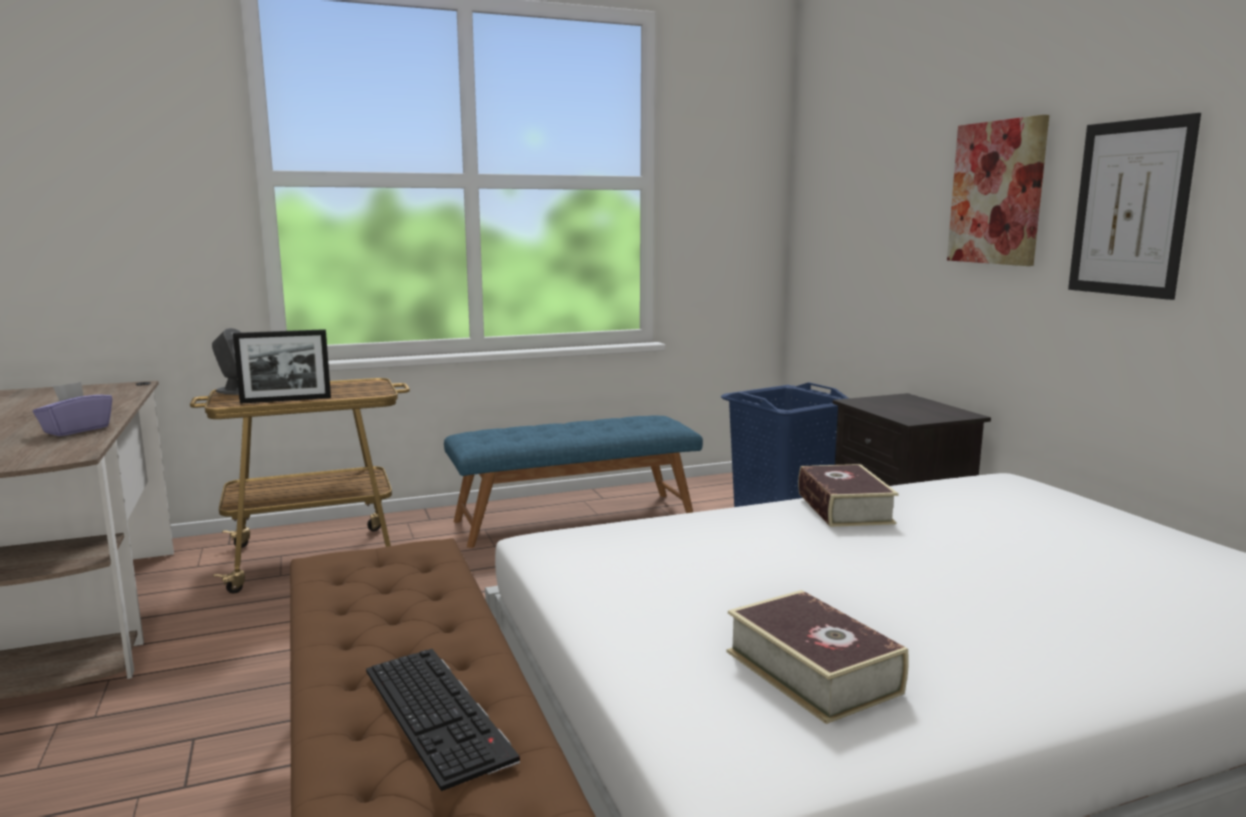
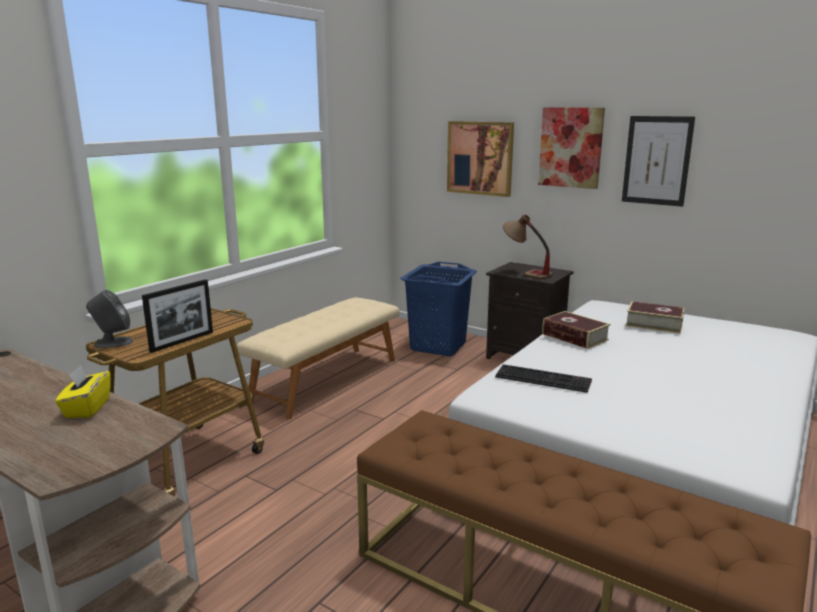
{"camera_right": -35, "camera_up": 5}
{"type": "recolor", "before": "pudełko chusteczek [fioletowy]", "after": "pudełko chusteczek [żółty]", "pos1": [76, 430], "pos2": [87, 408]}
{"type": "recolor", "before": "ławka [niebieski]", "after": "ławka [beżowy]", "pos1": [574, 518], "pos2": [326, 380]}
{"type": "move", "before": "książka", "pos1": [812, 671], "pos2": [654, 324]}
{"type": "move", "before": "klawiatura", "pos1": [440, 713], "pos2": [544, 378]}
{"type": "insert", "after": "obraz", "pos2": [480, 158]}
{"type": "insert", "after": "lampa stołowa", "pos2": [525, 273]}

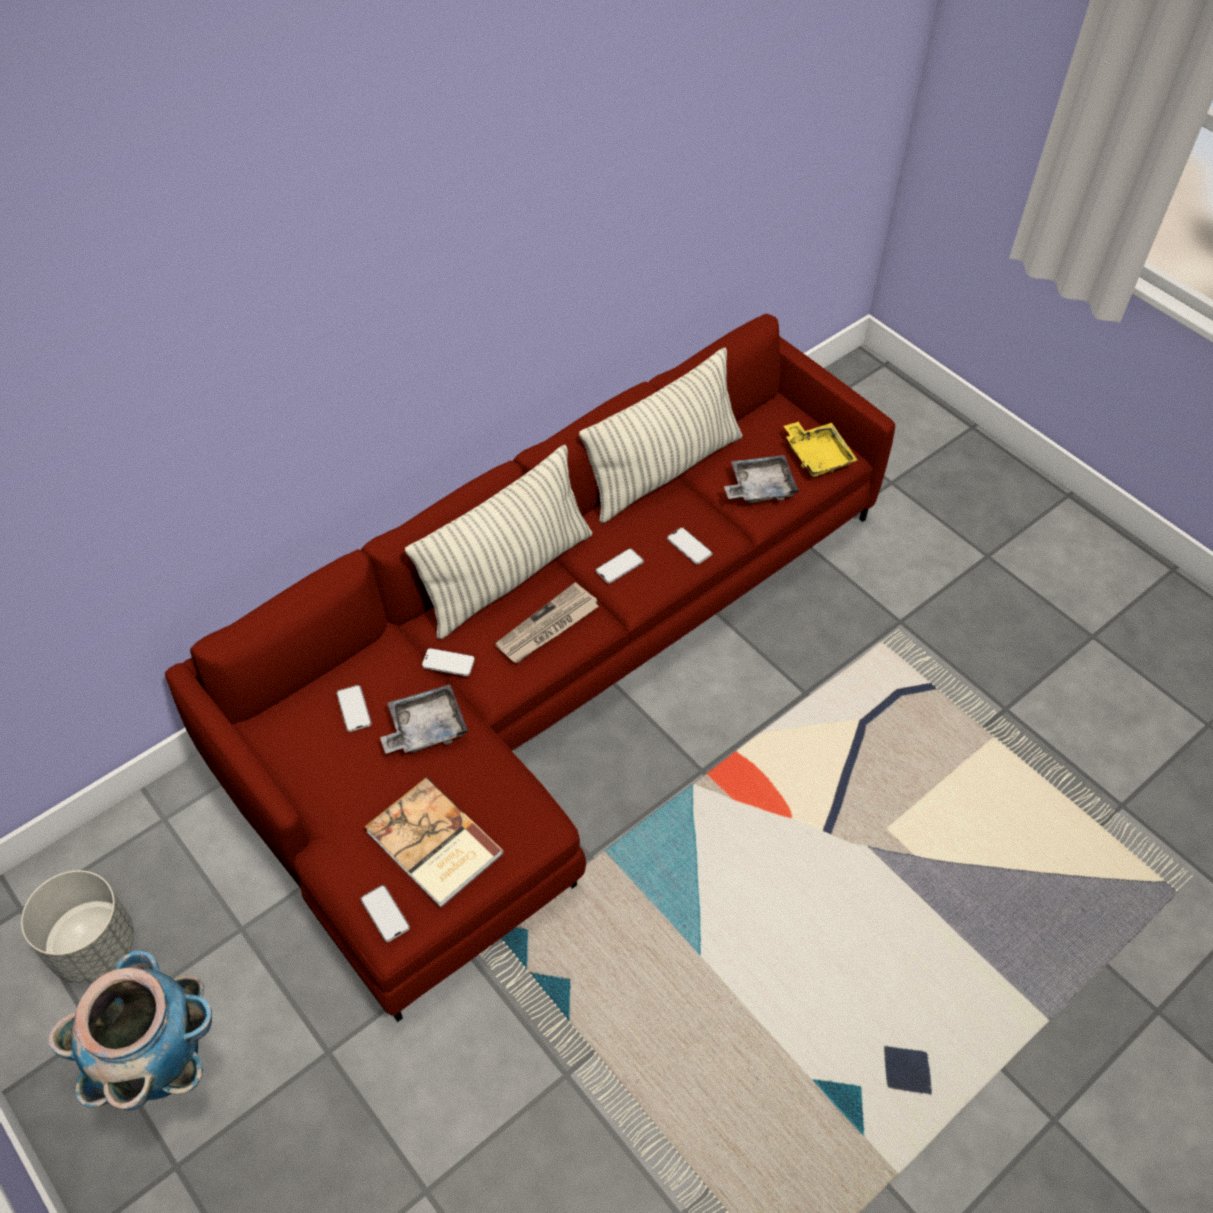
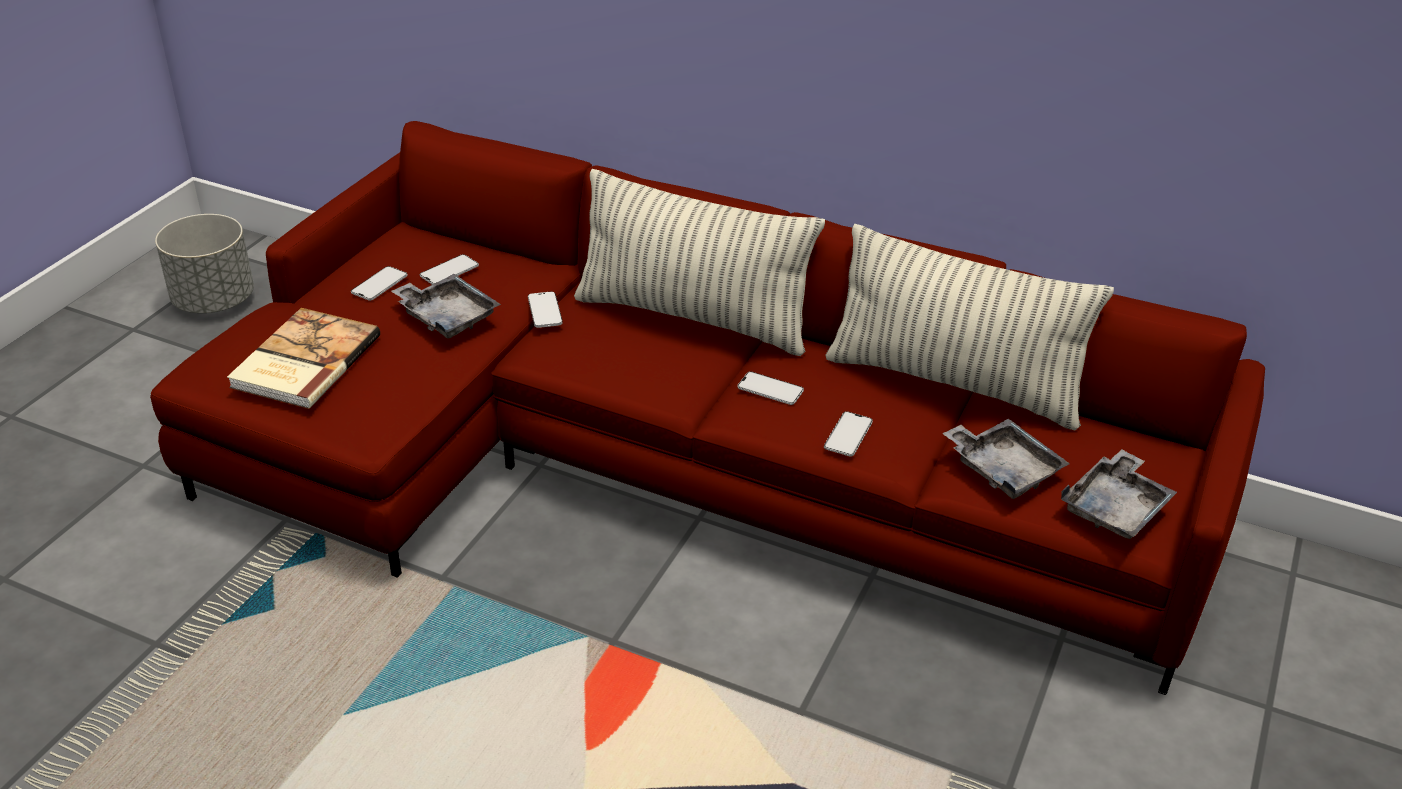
{"camera_right": 65, "camera_up": -15}
{"type": "recolor", "before": "taca [żółty]", "after": "taca [szary]", "pos1": [817, 456], "pos2": [1115, 508]}
{"type": "delete", "before": "gazeta", "pos1": [547, 627]}
{"type": "move", "before": "telefon", "pos1": [385, 913], "pos2": [379, 284]}
{"type": "delete", "before": "donica", "pos1": [161, 1063]}

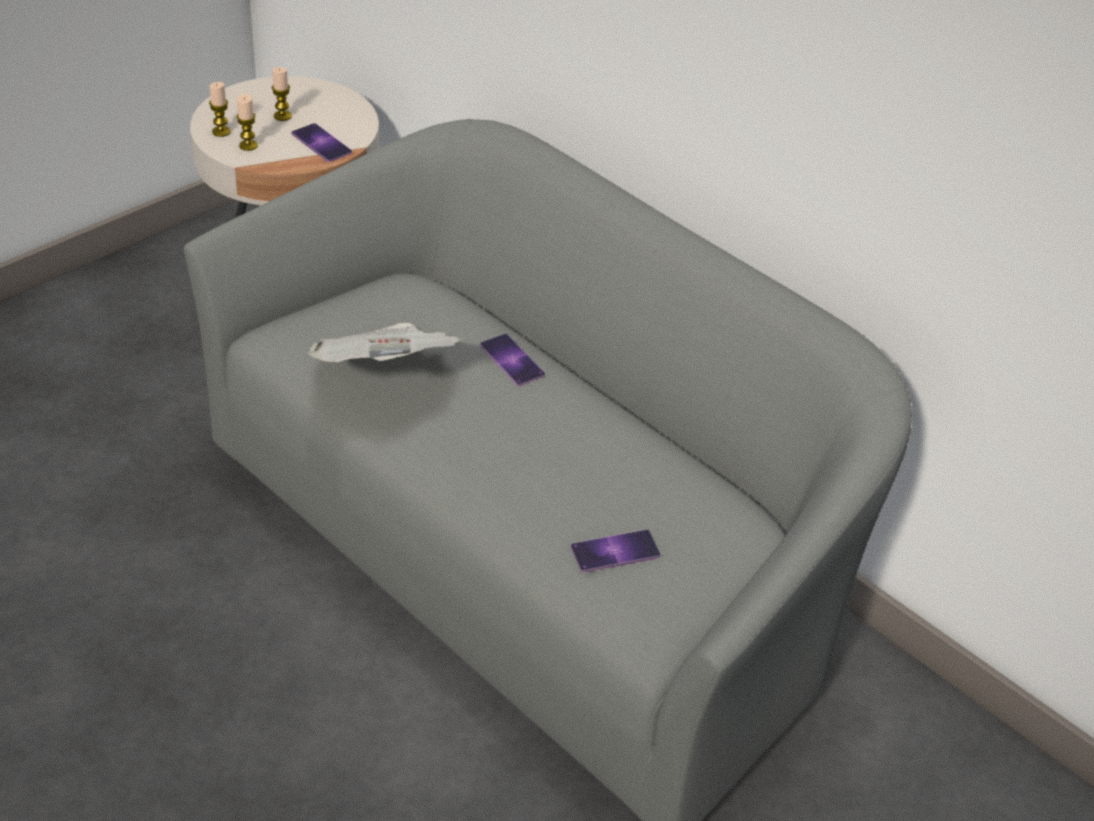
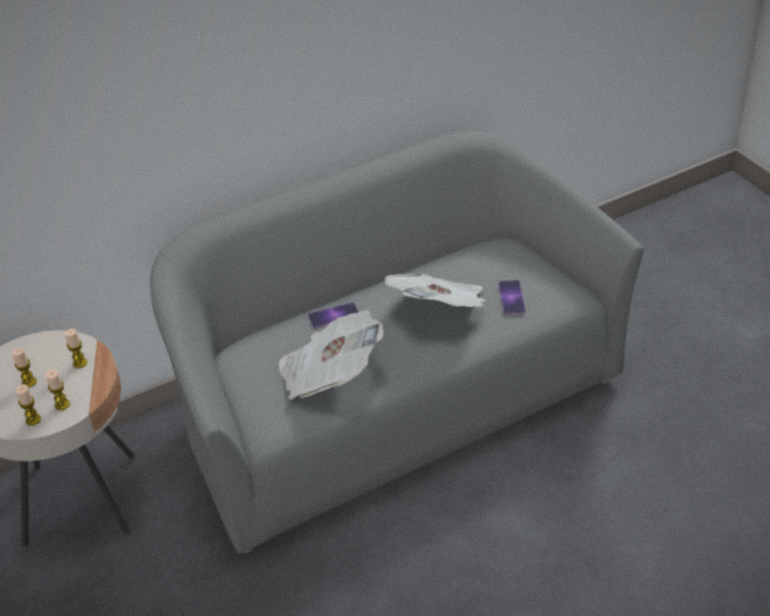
{"camera_right": -70, "camera_up": 0}
{"type": "replace", "before": "telefon", "after": "świeca", "pos1": [321, 143], "pos2": [80, 363]}
{"type": "insert", "after": "gazeta", "pos2": [440, 310]}

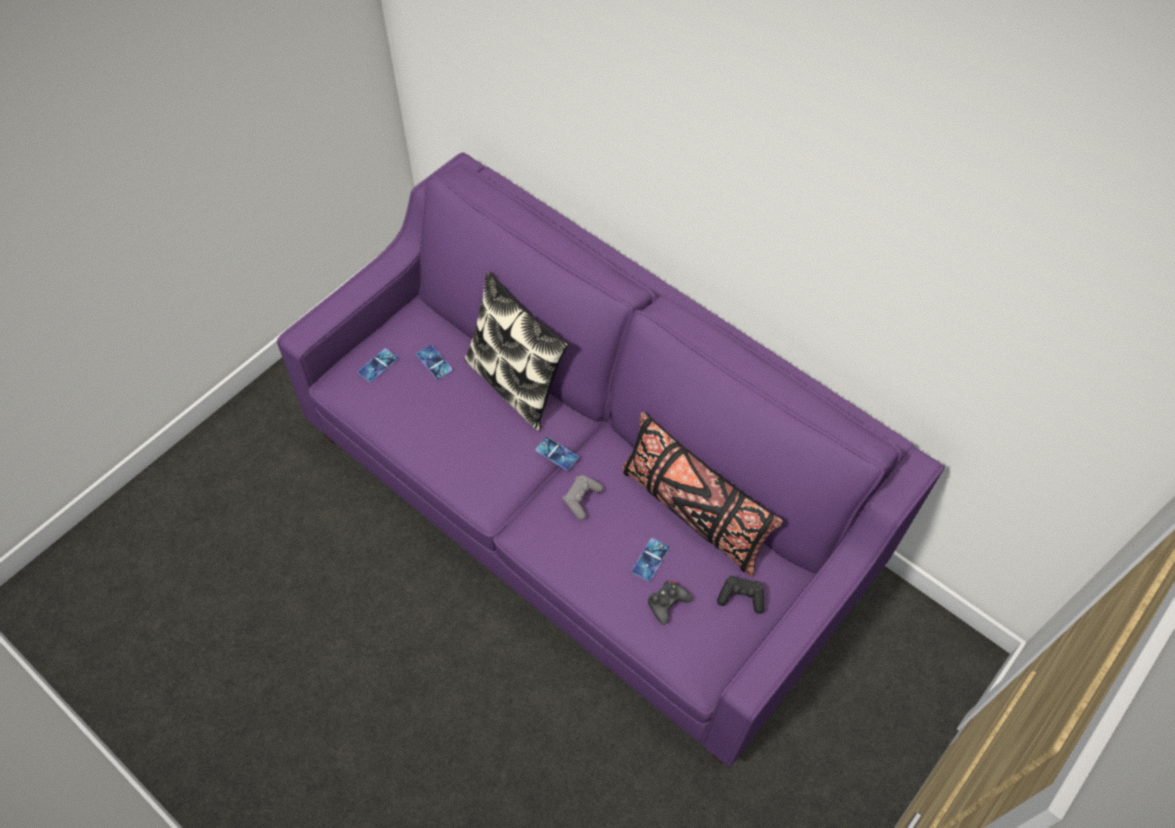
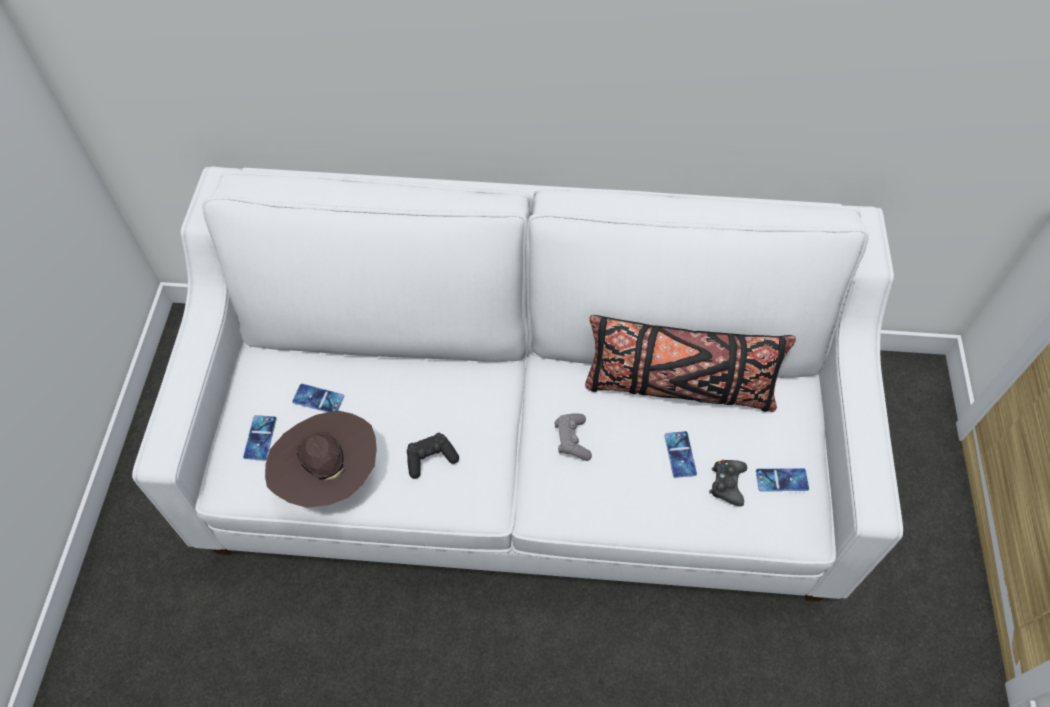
{"camera_right": -35, "camera_up": 0}
{"type": "recolor", "before": "kanapa [fioletowy]", "after": "kanapa [biały]", "pos1": [587, 504], "pos2": [525, 451]}
{"type": "delete", "before": "poduszka", "pos1": [515, 383]}
{"type": "move", "before": "telefon", "pos1": [556, 454], "pos2": [781, 480]}
{"type": "move", "before": "pad do gier [czarny]", "pos1": [741, 597], "pos2": [430, 458]}
{"type": "insert", "after": "kapelusz [brązowy]", "pos2": [329, 475]}

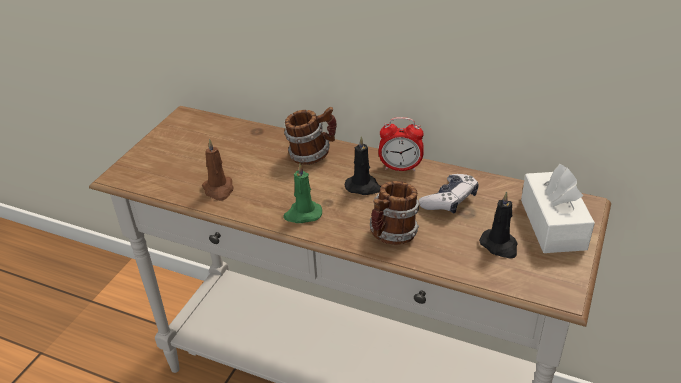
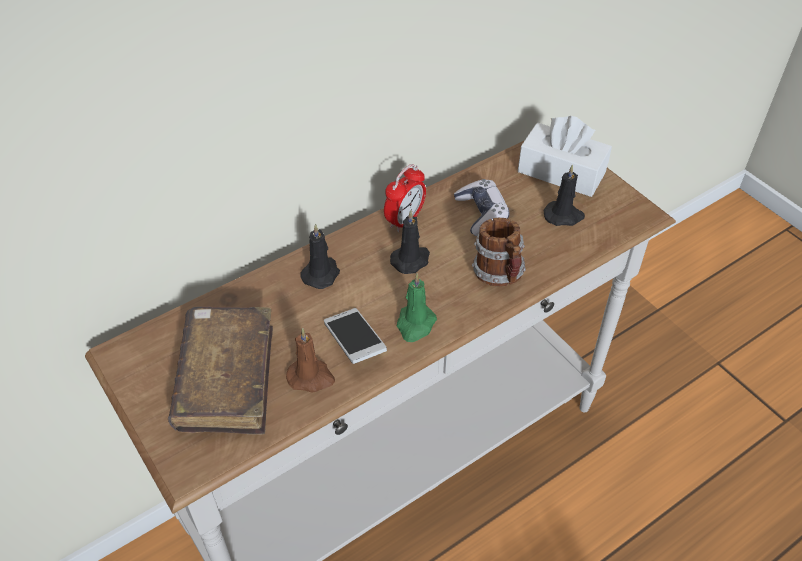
{"camera_right": -60, "camera_up": 10}
{"type": "replace", "before": "kubek", "after": "świeca [czarny]", "pos1": [312, 155], "pos2": [321, 273]}
{"type": "insert", "after": "książka [brązowy]", "pos2": [227, 379]}
{"type": "insert", "after": "telefon", "pos2": [355, 342]}

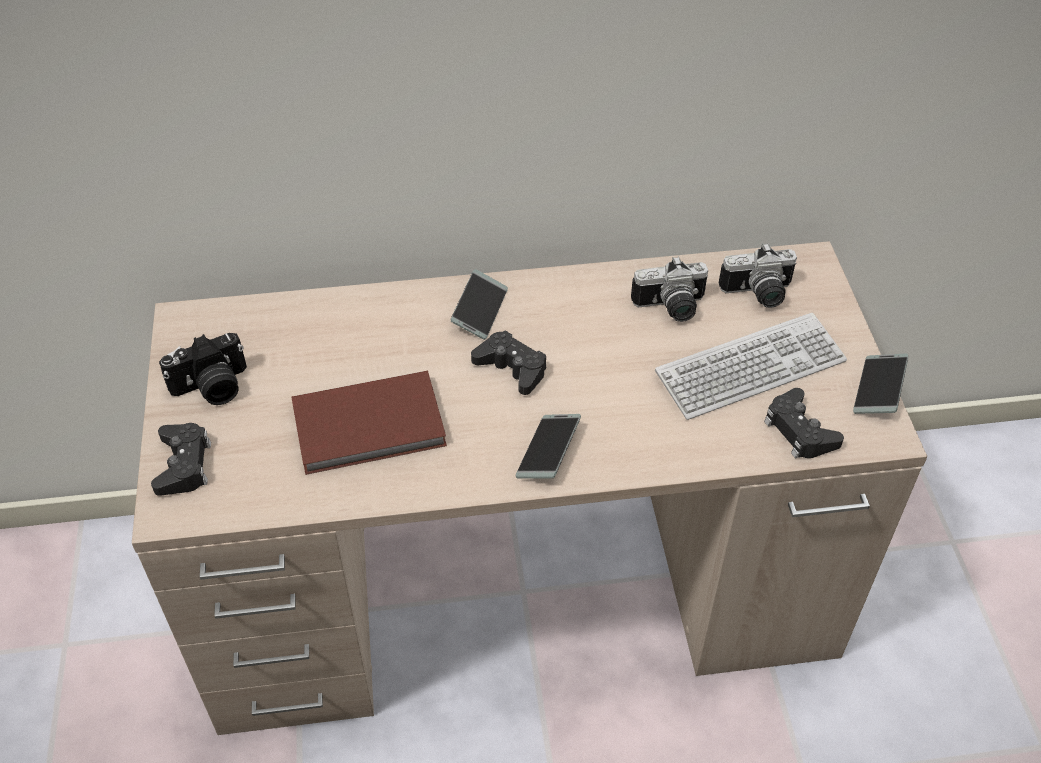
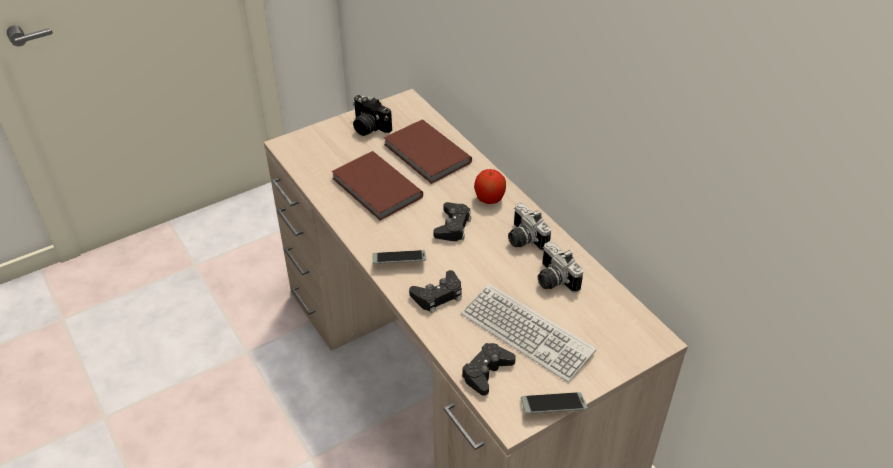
{"camera_right": 65, "camera_up": -5}
{"type": "move", "before": "aparat fotograficzny", "pos1": [758, 295], "pos2": [523, 239]}
{"type": "replace", "before": "telefon", "after": "jabłko", "pos1": [480, 310], "pos2": [489, 199]}
{"type": "move", "before": "pad do gier [czarny]", "pos1": [183, 464], "pos2": [438, 296]}
{"type": "insert", "after": "książka [brązowy]", "pos2": [426, 155]}

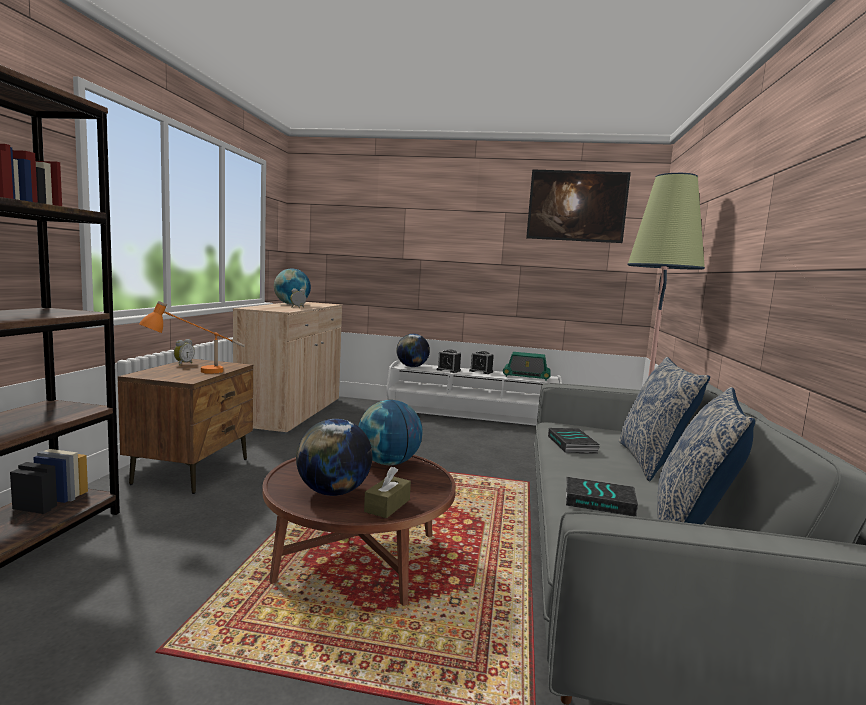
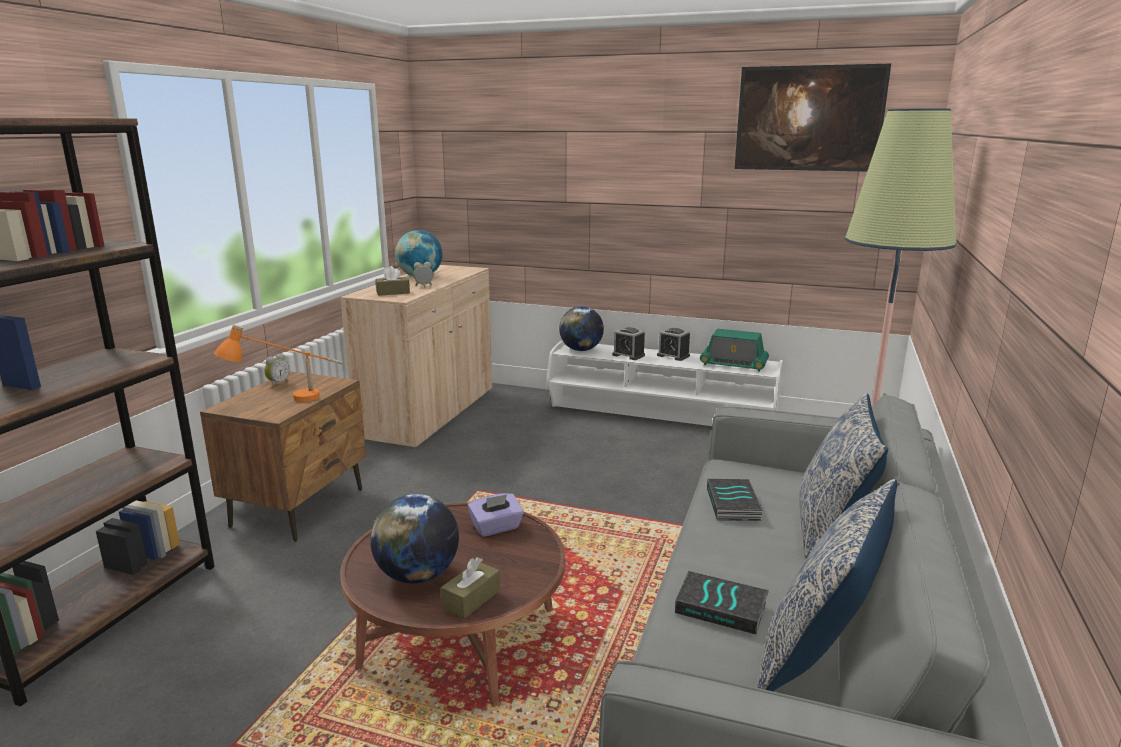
{"camera_right": 10, "camera_up": 10}
{"type": "replace", "before": "globus", "after": "pudełko chusteczek [fioletowy]", "pos1": [388, 463], "pos2": [496, 528]}
{"type": "insert", "after": "pudełko chusteczek [brązowy]", "pos2": [393, 292]}

